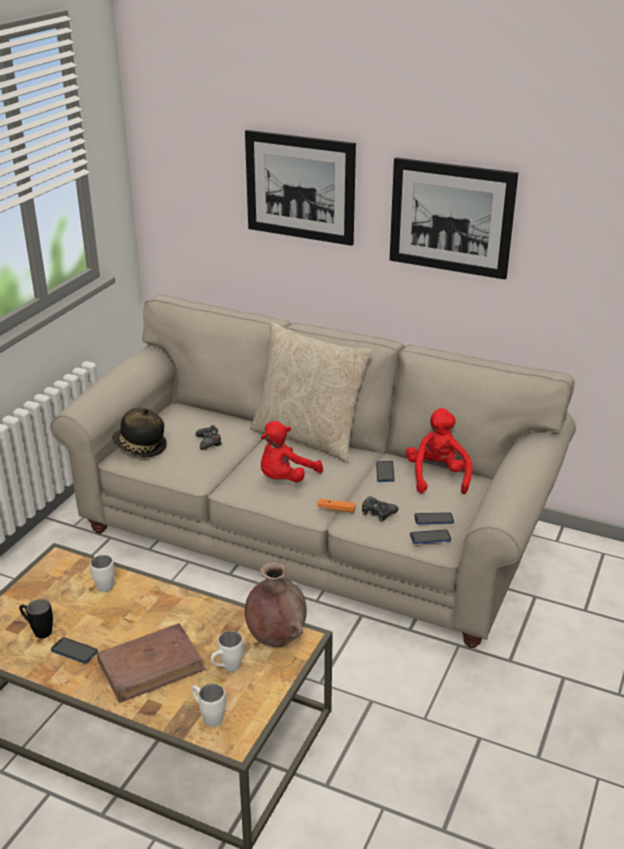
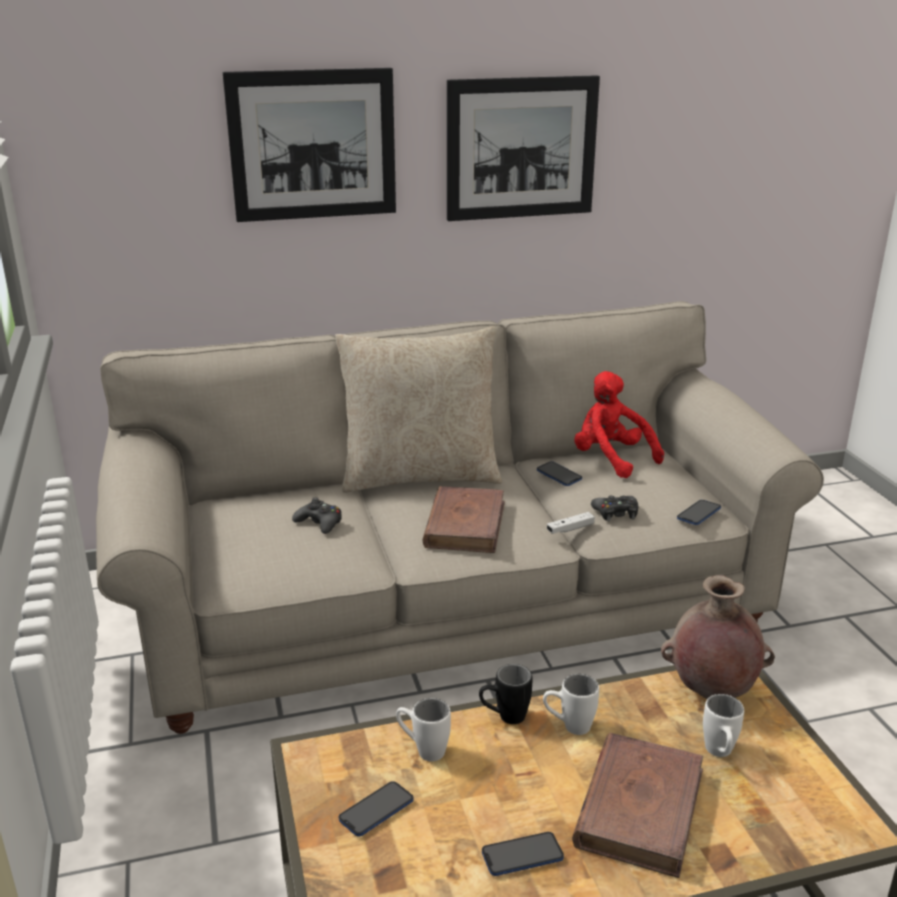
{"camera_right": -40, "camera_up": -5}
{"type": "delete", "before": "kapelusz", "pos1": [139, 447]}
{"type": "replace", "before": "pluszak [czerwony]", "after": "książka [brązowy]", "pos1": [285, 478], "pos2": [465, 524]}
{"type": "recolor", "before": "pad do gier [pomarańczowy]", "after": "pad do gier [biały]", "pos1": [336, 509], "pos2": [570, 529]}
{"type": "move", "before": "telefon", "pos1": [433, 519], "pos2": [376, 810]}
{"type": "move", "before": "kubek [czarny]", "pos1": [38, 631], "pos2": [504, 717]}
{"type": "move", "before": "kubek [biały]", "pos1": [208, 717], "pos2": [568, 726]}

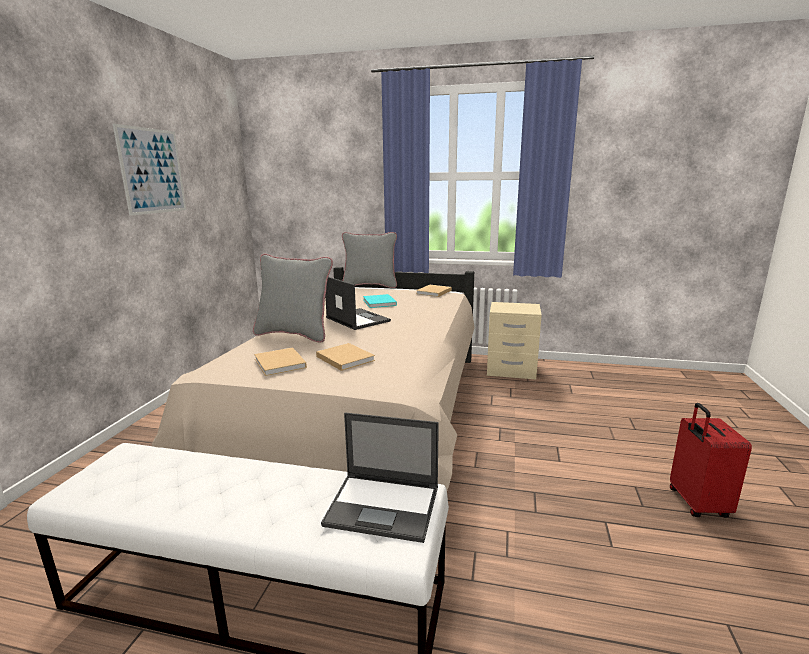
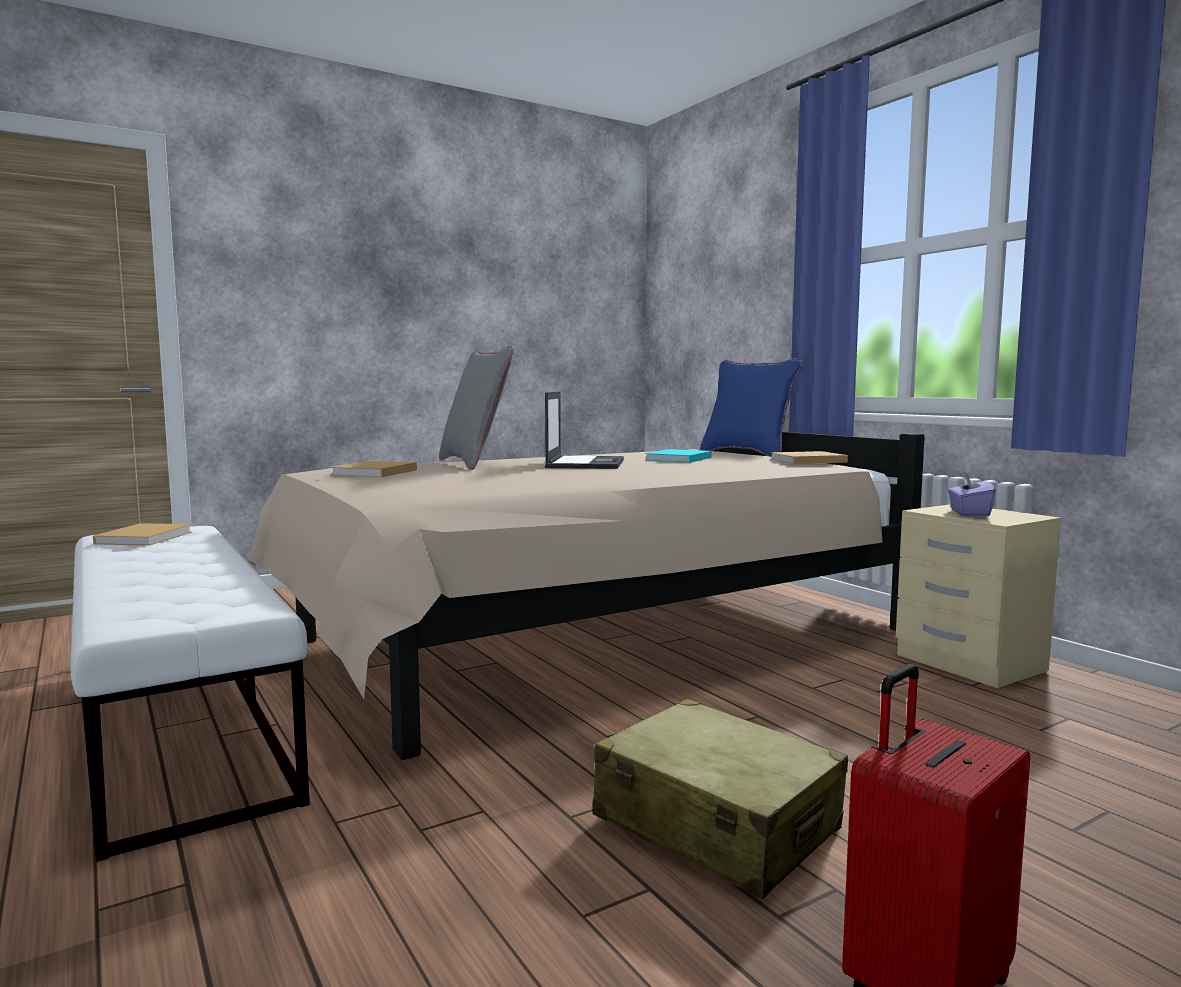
{"camera_right": 45, "camera_up": -10}
{"type": "delete", "before": "obraz", "pos1": [152, 171]}
{"type": "recolor", "before": "poduszka [szary]", "after": "poduszka [niebieski]", "pos1": [370, 286], "pos2": [747, 453]}
{"type": "move", "before": "książka [beżowy]", "pos1": [344, 358], "pos2": [146, 537]}
{"type": "delete", "before": "laptop", "pos1": [384, 506]}
{"type": "insert", "after": "pudełko chusteczek [fioletowy]", "pos2": [969, 513]}
{"type": "insert", "after": "walizka [beżowy]", "pos2": [717, 824]}

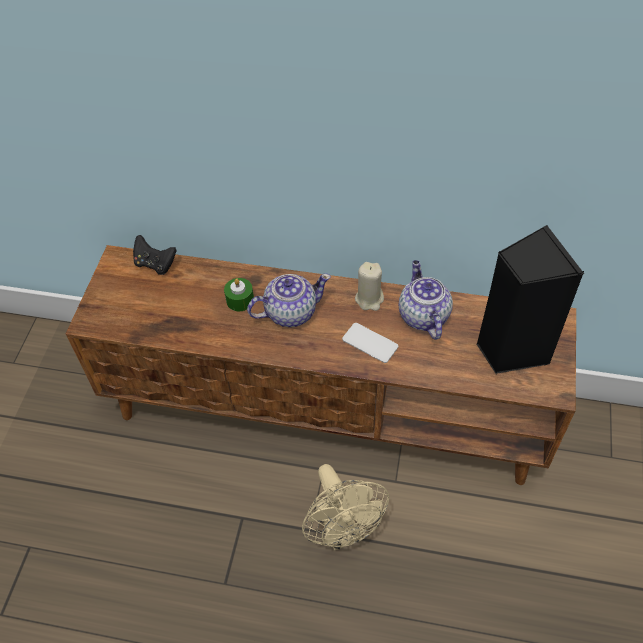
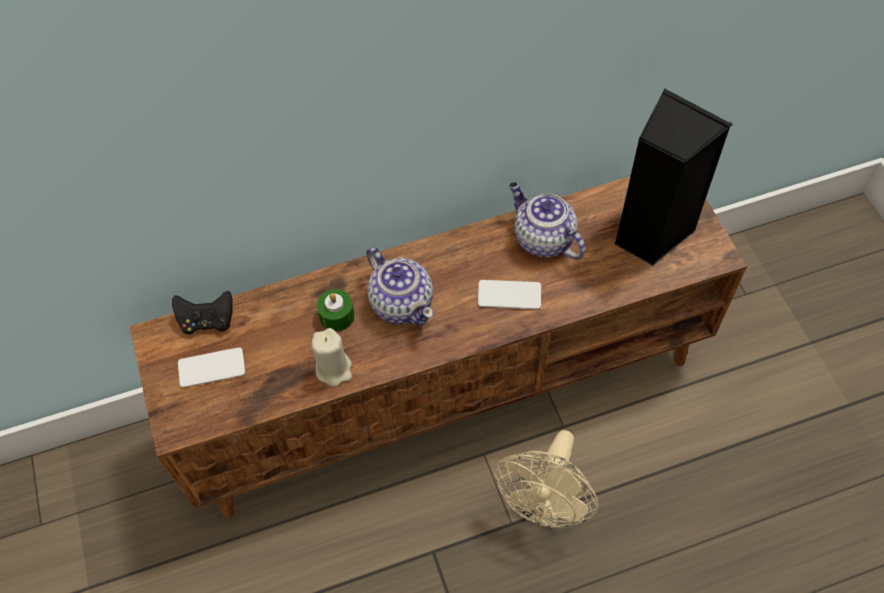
{"camera_right": -30, "camera_up": 5}
{"type": "move", "before": "świeca [beżowy]", "pos1": [369, 299], "pos2": [334, 369]}
{"type": "rotate", "before": "imbryk", "pos1": [290, 312], "pos2": [402, 302], "turn": 105}
{"type": "rotate", "before": "wentylator [beżowy]", "pos1": [342, 531], "pos2": [544, 506], "turn": 75}
{"type": "insert", "after": "telefon", "pos2": [212, 368]}

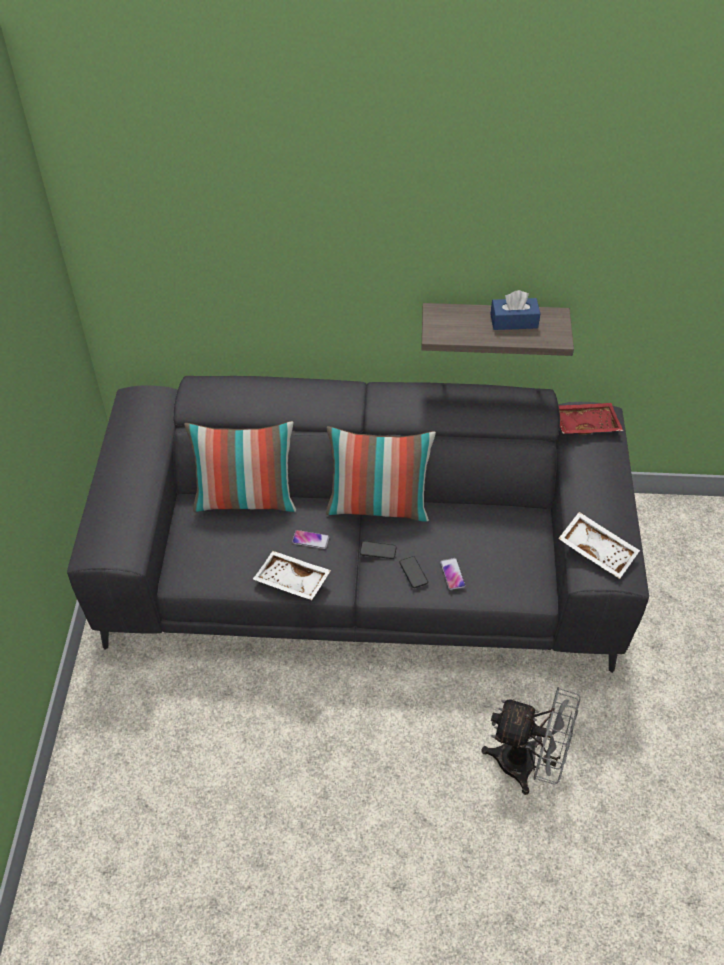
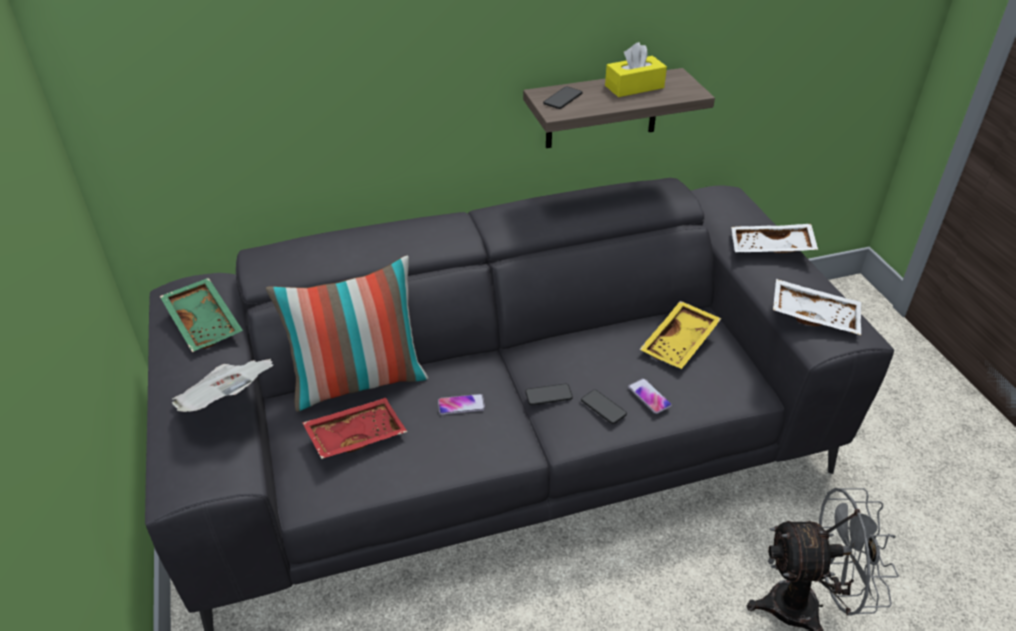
{"camera_right": -20, "camera_up": -10}
{"type": "recolor", "before": "pudełko chusteczek [niebieski]", "after": "pudełko chusteczek [żółty]", "pos1": [514, 321], "pos2": [634, 87]}
{"type": "move", "before": "taca [czerwony]", "pos1": [585, 423], "pos2": [355, 435]}
{"type": "delete", "before": "poduszka", "pos1": [378, 506]}
{"type": "move", "before": "taca [biały]", "pos1": [291, 582], "pos2": [771, 248]}
{"type": "insert", "after": "telefon", "pos2": [562, 99]}
{"type": "insert", "after": "taca [zielony]", "pos2": [205, 322]}
{"type": "insert", "after": "taca [żółty]", "pos2": [680, 343]}
{"type": "insert", "after": "gazeta", "pos2": [228, 402]}

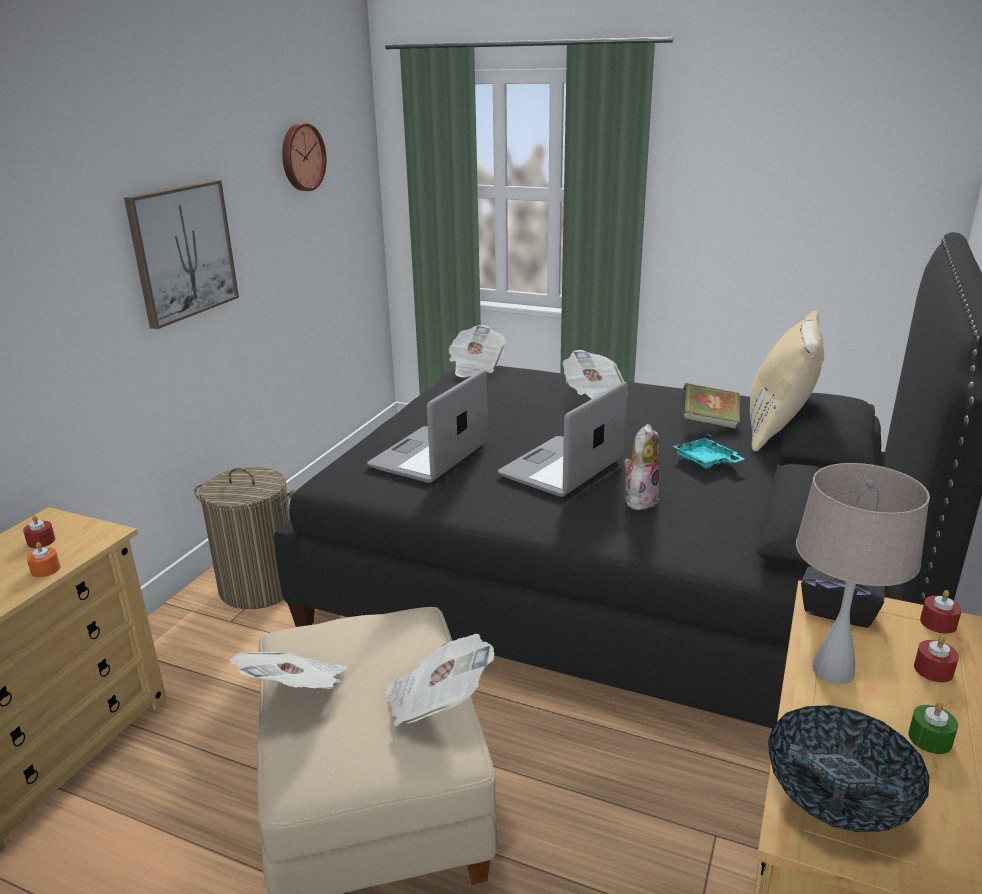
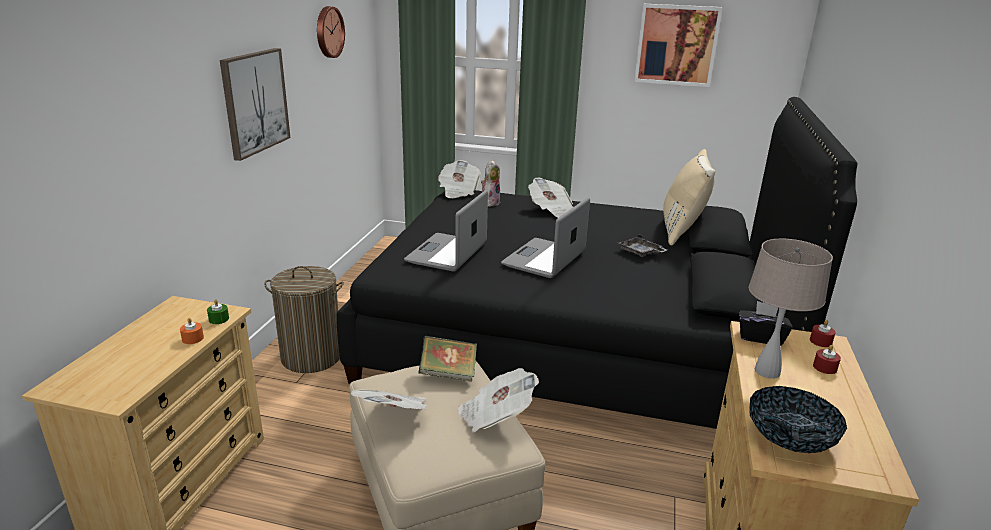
{"camera_right": -10, "camera_up": 0}
{"type": "move", "before": "książka", "pos1": [709, 422], "pos2": [448, 373]}
{"type": "move", "before": "pluszak", "pos1": [639, 499], "pos2": [490, 202]}
{"type": "recolor", "before": "taca [turkusowy]", "after": "taca [szary]", "pos1": [706, 461], "pos2": [640, 252]}
{"type": "delete", "before": "świeca [czerwony]", "pos1": [41, 541]}
{"type": "move", "before": "świeca [zielony]", "pos1": [930, 739], "pos2": [219, 319]}
{"type": "insert", "after": "obraz", "pos2": [676, 45]}

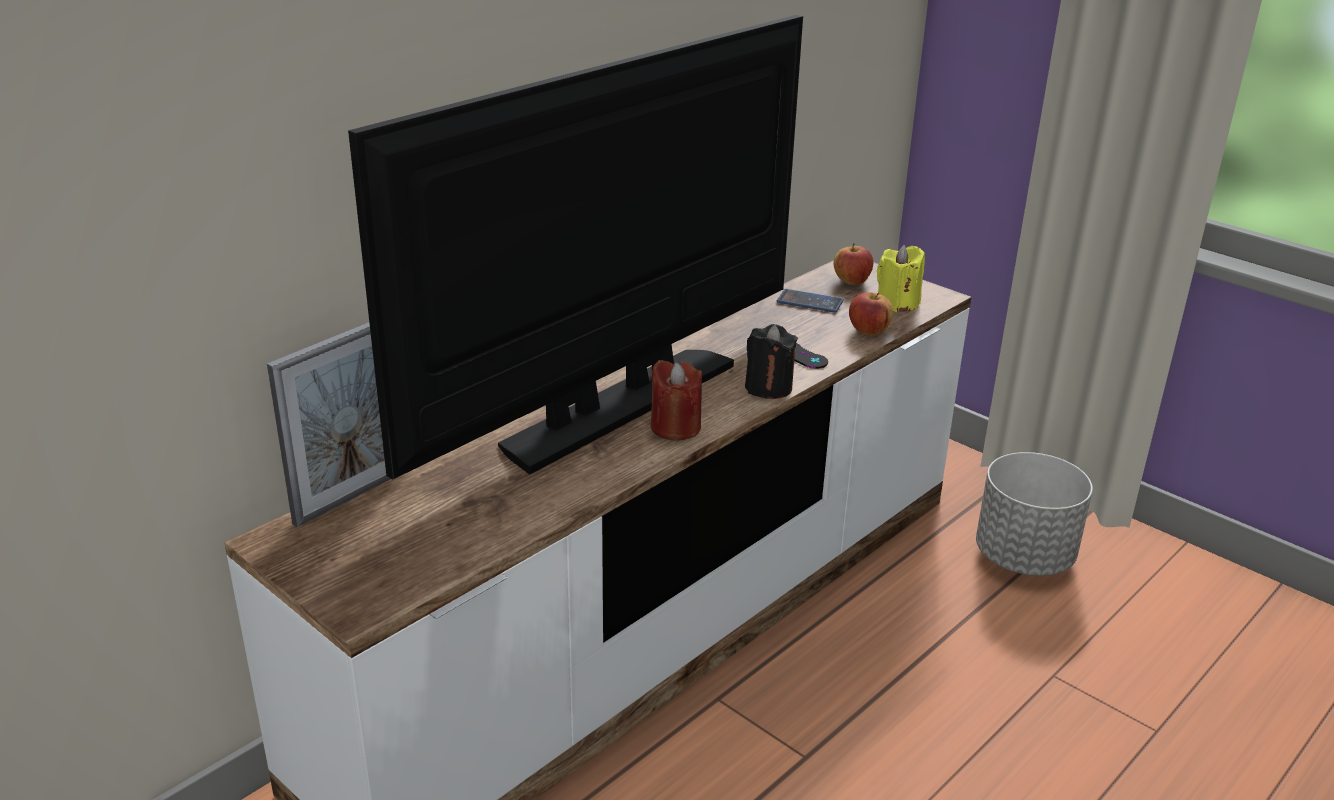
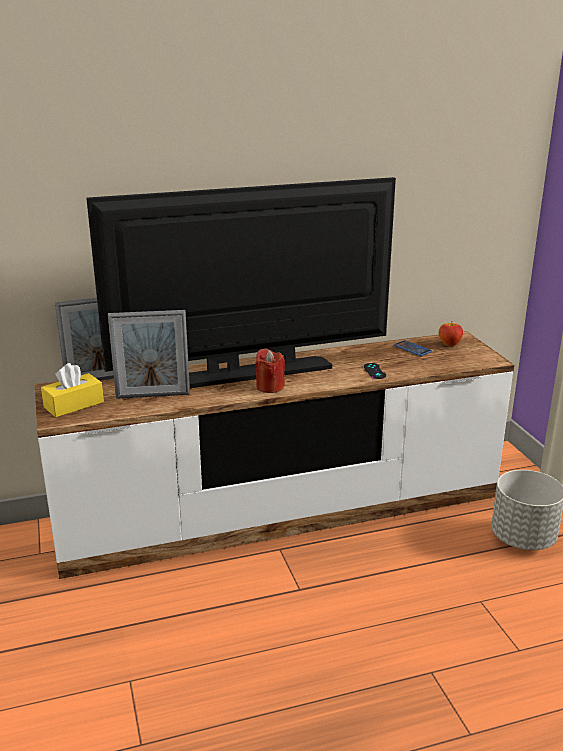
{"camera_right": 30, "camera_up": -5}
{"type": "delete", "before": "świeca [żółty]", "pos1": [897, 303]}
{"type": "delete", "before": "jabłko", "pos1": [868, 331]}
{"type": "delete", "before": "świeca [czarny]", "pos1": [768, 387]}
{"type": "insert", "after": "ramka na zdjęcie", "pos2": [153, 395]}
{"type": "insert", "after": "pudełko chusteczek [żółty]", "pos2": [74, 405]}

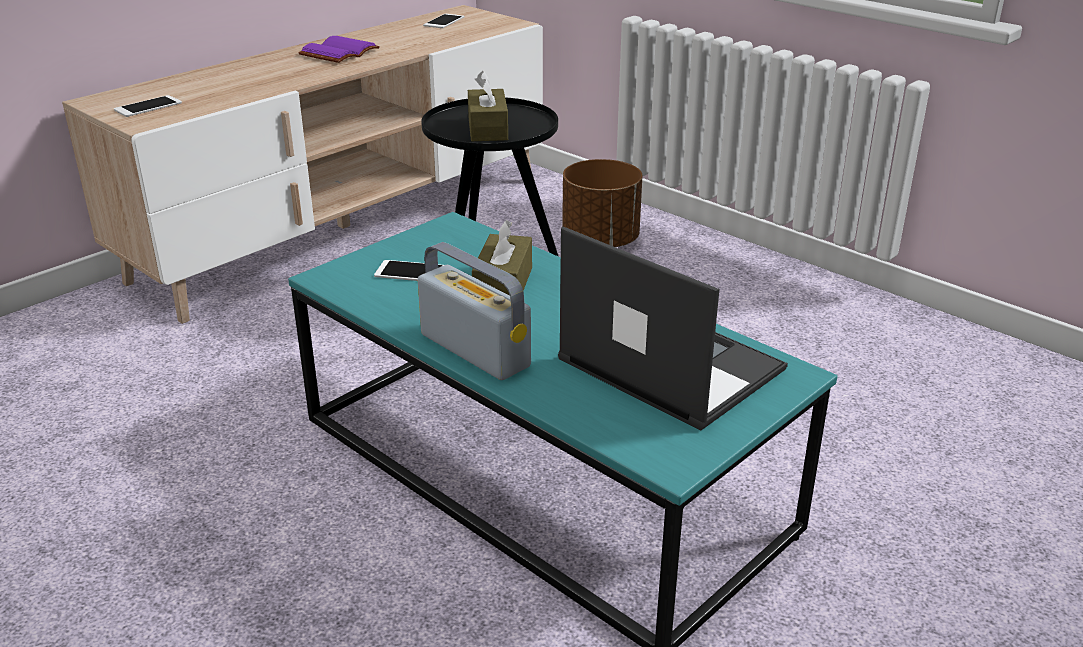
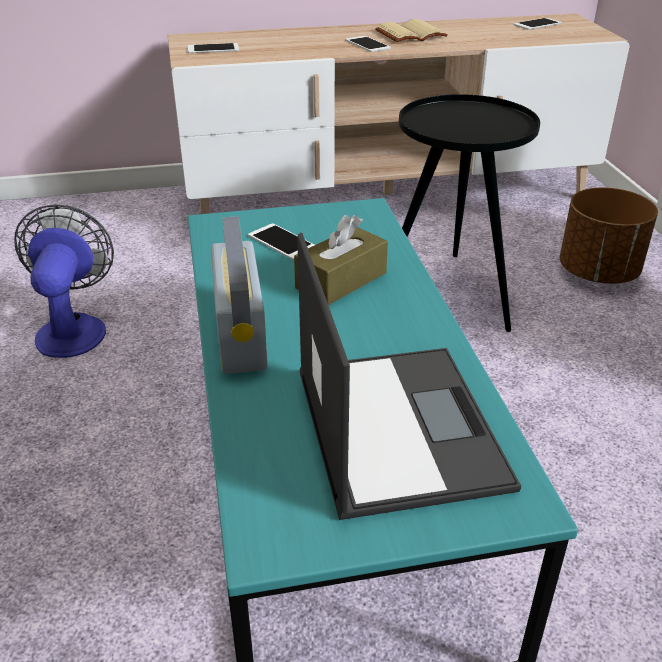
{"camera_right": 35, "camera_up": 5}
{"type": "recolor", "before": "książka [fioletowy]", "after": "książka [beżowy]", "pos1": [340, 53], "pos2": [410, 35]}
{"type": "delete", "before": "pudełko chusteczek [brązowy]", "pos1": [487, 129]}
{"type": "insert", "after": "telefon", "pos2": [367, 44]}
{"type": "insert", "after": "wentylator", "pos2": [73, 328]}

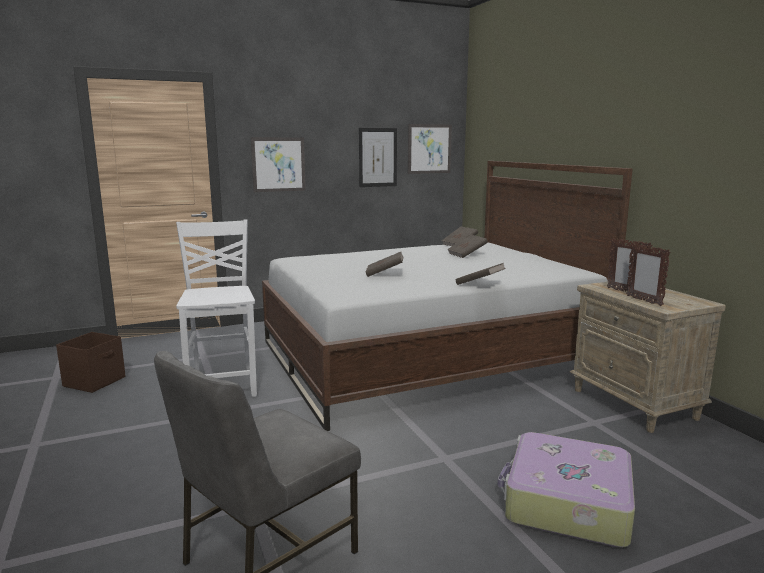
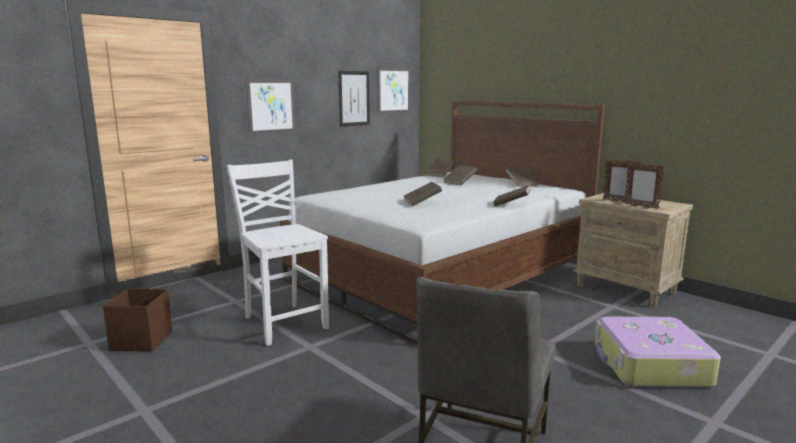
{"camera_right": -20, "camera_up": 0}
{"type": "insert", "after": "książka [brązowy]", "pos2": [521, 184]}

